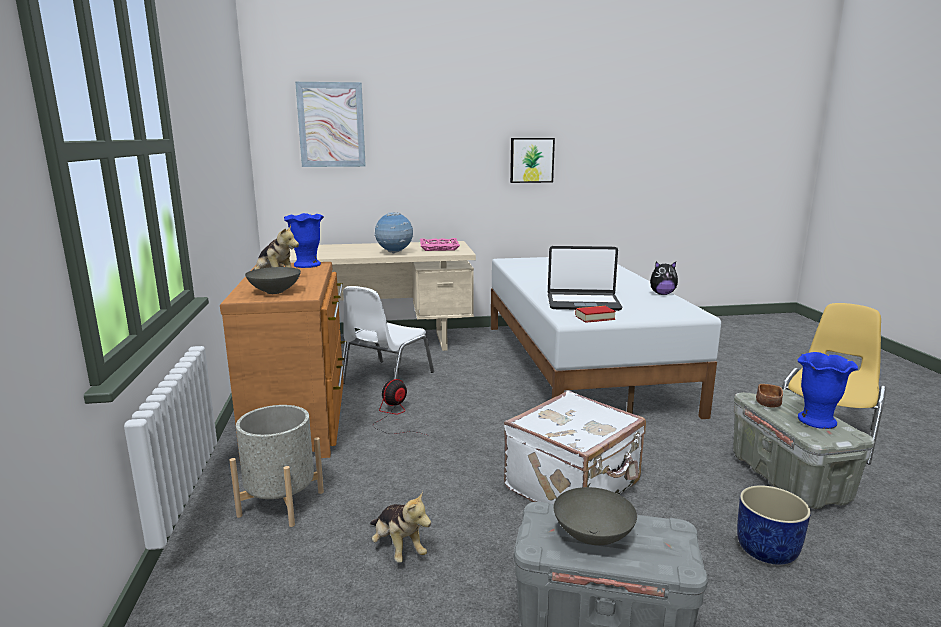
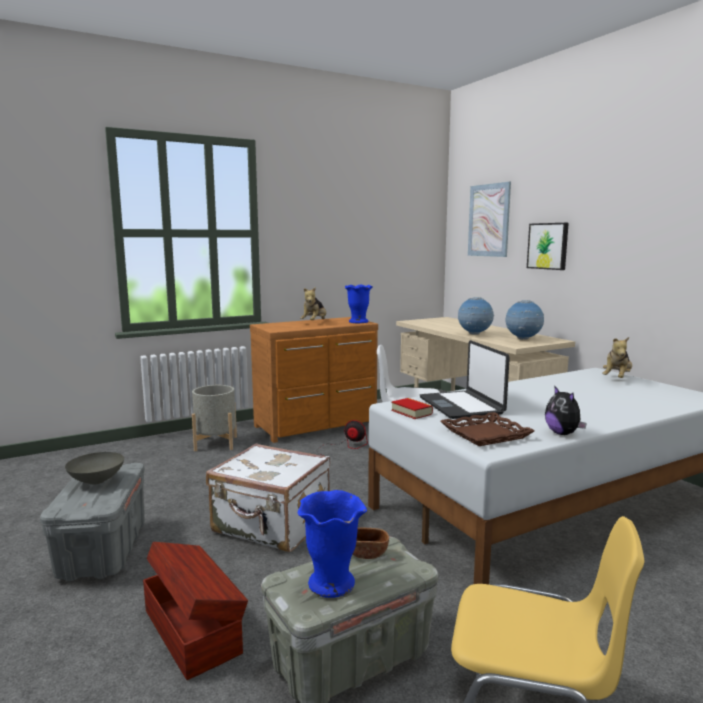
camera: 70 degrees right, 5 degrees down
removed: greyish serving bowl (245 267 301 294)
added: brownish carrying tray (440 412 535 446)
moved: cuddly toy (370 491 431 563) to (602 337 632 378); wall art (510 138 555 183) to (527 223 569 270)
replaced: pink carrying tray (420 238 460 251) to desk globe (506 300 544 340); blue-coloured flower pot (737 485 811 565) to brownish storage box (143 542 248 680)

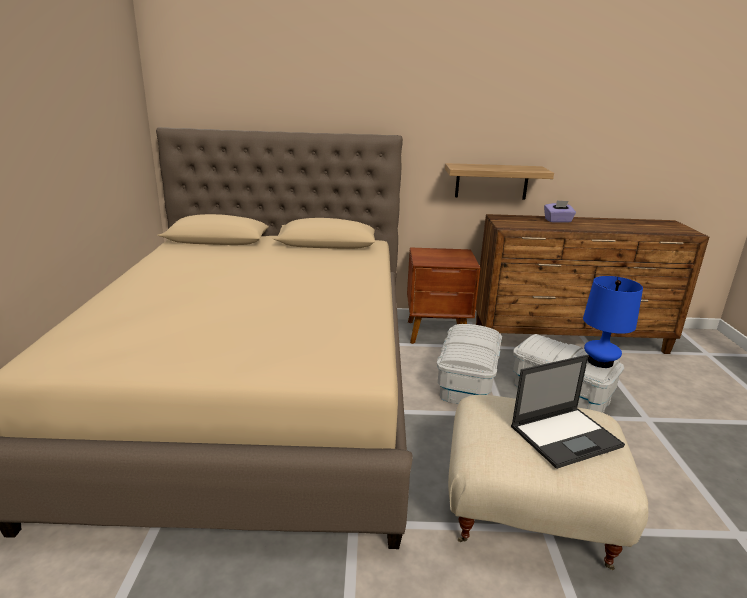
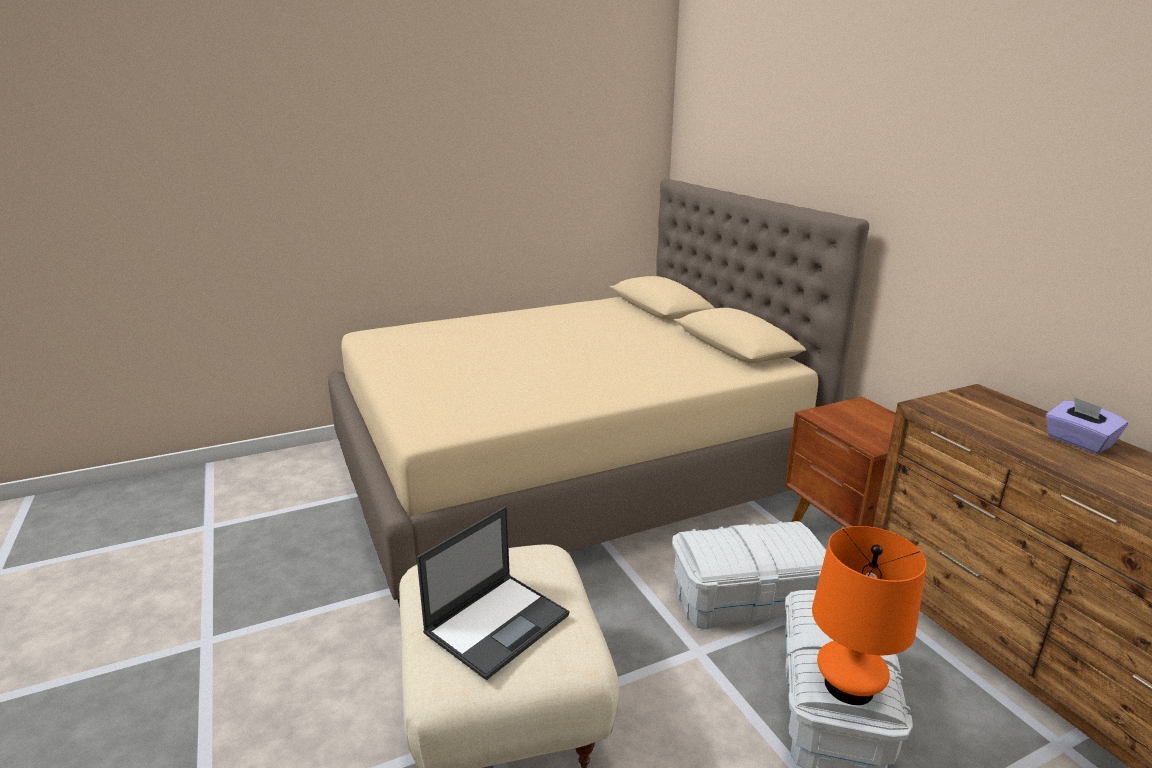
camera: 65 degrees right, 0 degrees up
removed: shelf (445 163 554 200)
recoloured: blue-coloured lamp for a table (583 276 643 368) to orange-coloured lamp for a table (812 526 926 705)
turned: notebook computer (511 355 625 469) = (417 506 569 680) 90 degrees counterclockwise

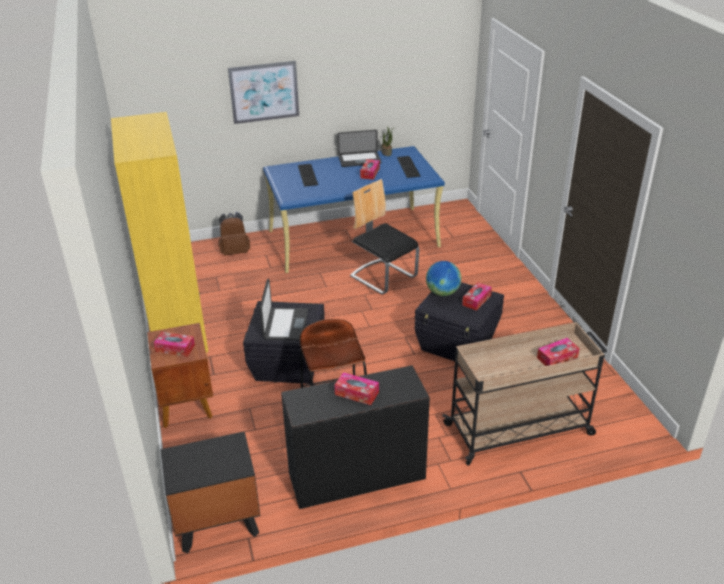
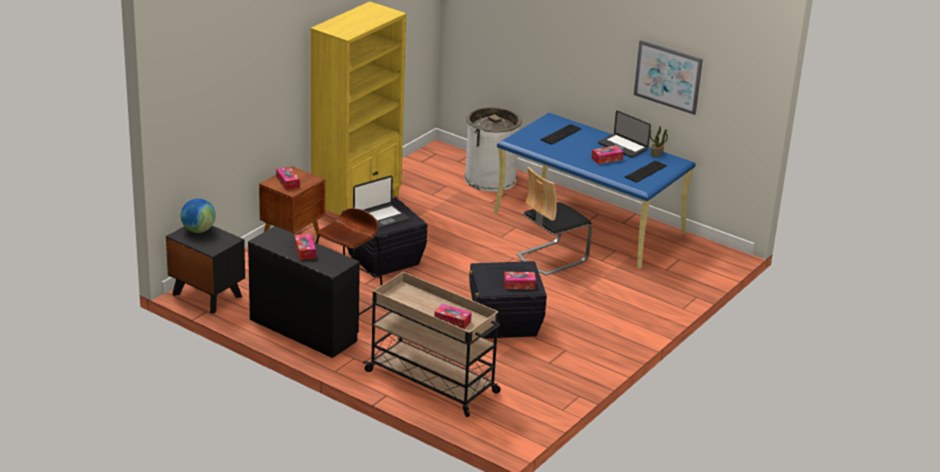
camera: 50 degrees right, 5 degrees down
moved: wall art (228 61 299 124) to (634 40 703 115); desk globe (426 261 461 296) to (181 198 216 233)
replaced: brownish rucksack (218 212 250 255) to whitish trash can (465 107 522 192)
turned: chair (350 179 419 294) = (517 167 592 276) 135 degrees counterclockwise

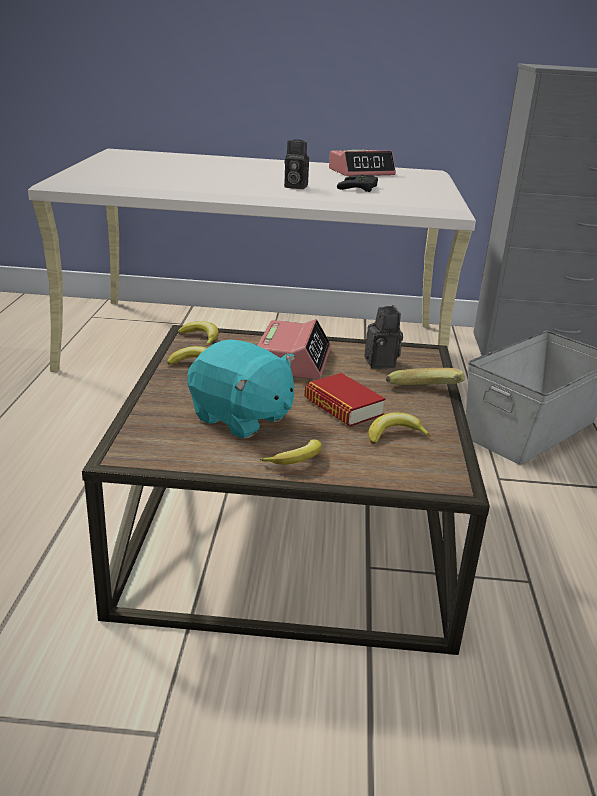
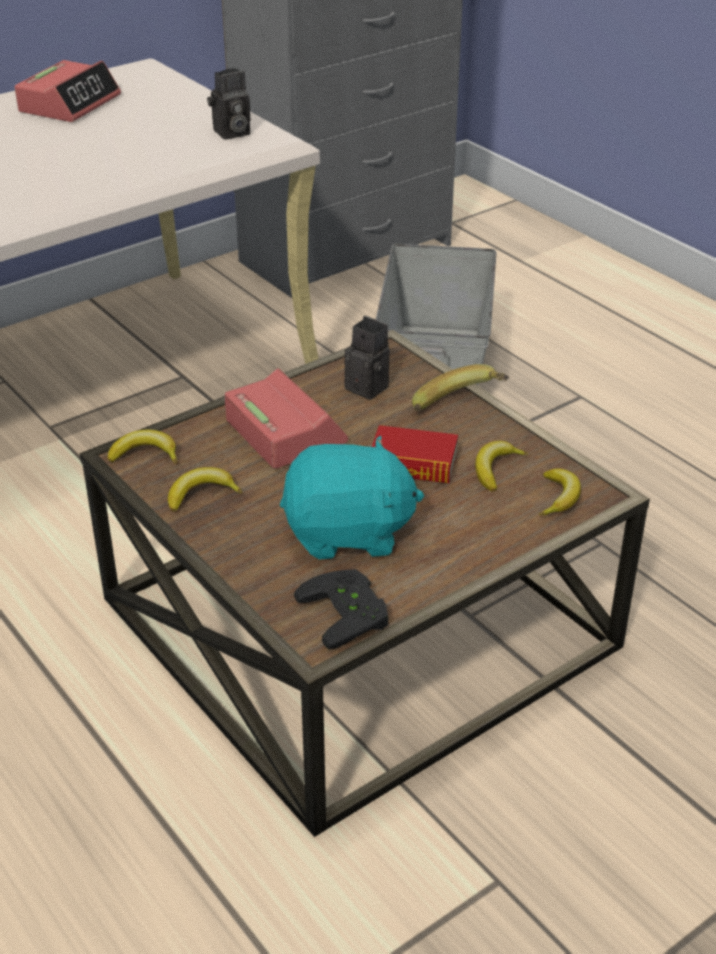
camera: 40 degrees left, 10 degrees up
moved: whole banana (260 439 322 465) to (539 468 581 516); still camera (284 139 309 189) to (207 68 250 140); black joypad (337 174 378 192) to (294 569 389 650)

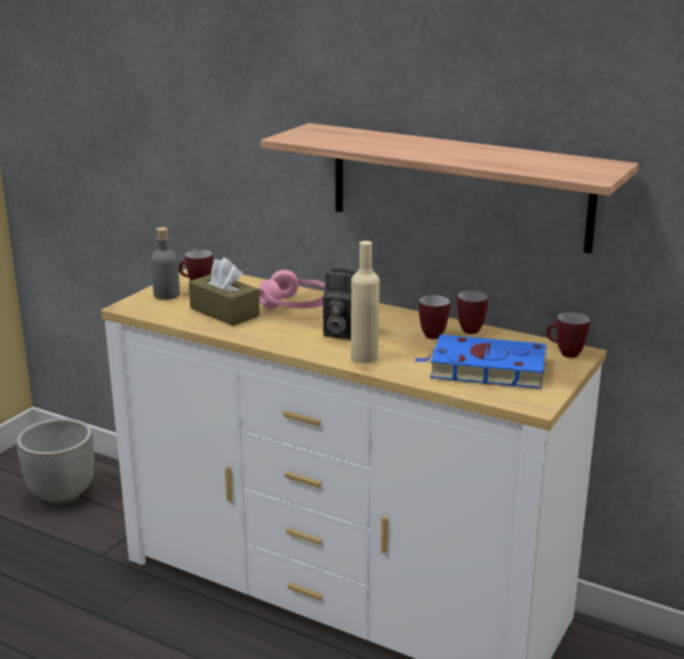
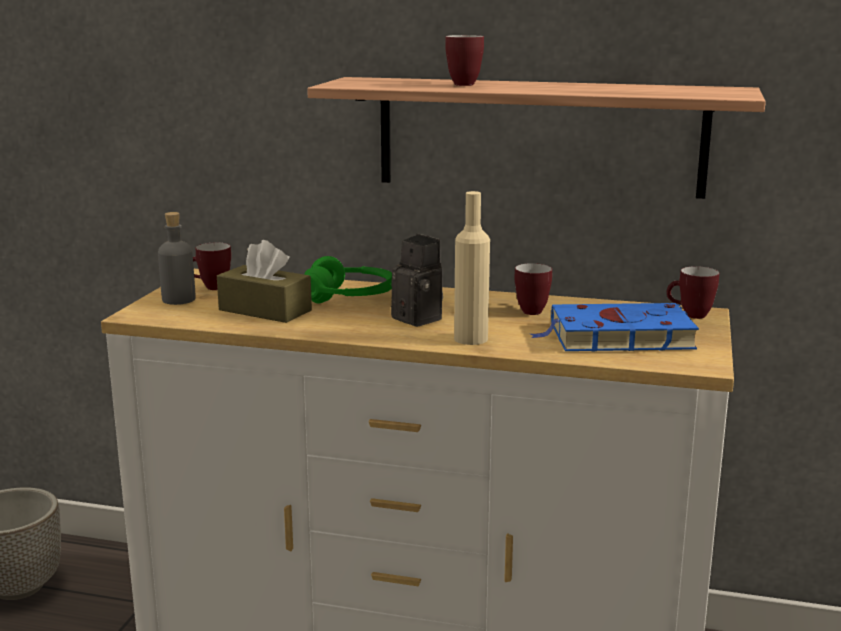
camera: 15 degrees left, 5 degrees down
moved: tea mug (457 291 488 334) to (445 35 484 86)
recoloured: pink pair of headphones (258 270 325 310) to green-coloured pair of headphones (304 256 392 303)
turned: still camera (323 269 355 340) = (391 234 443 327) 135 degrees counterclockwise

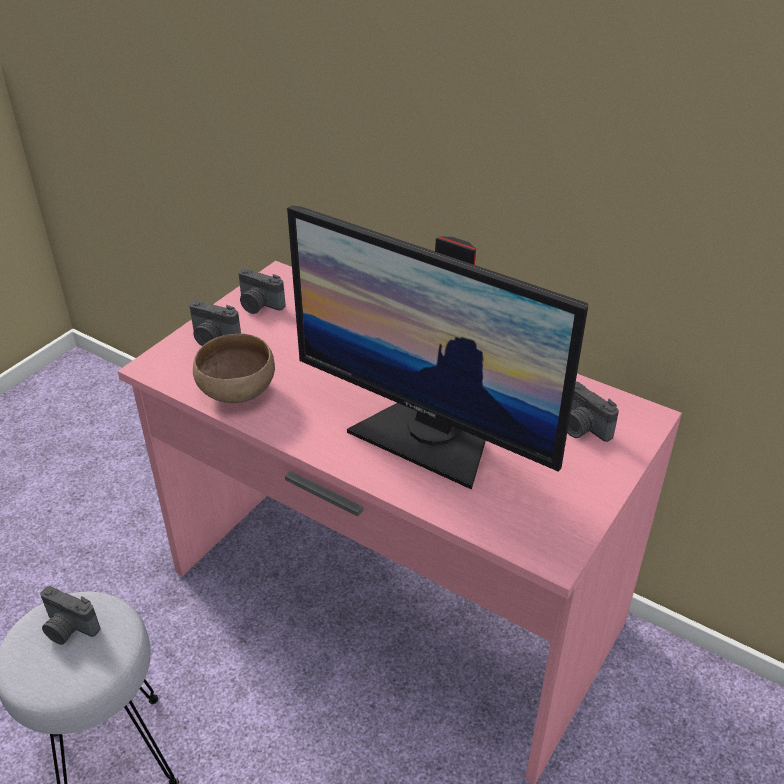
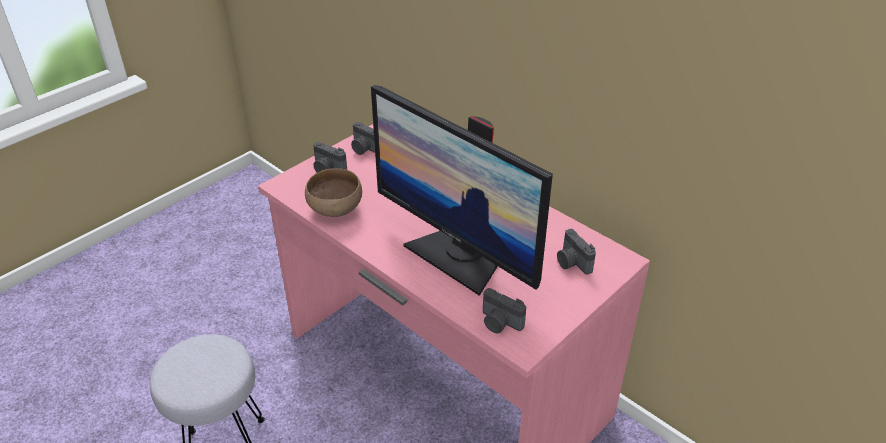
camera: 10 degrees right, 0 degrees up
moved: still camera (40 586 101 645) to (483 288 526 333)

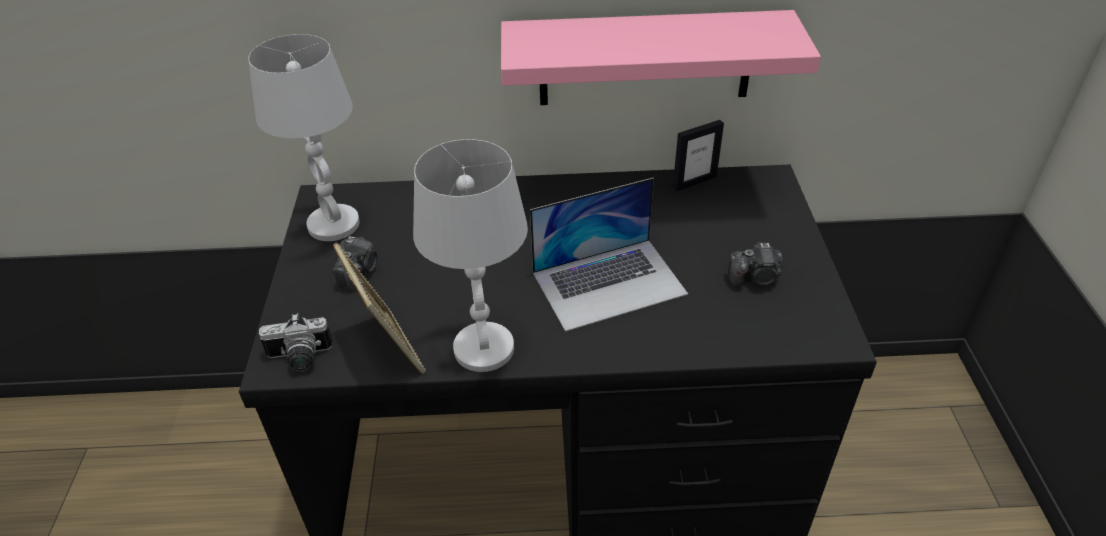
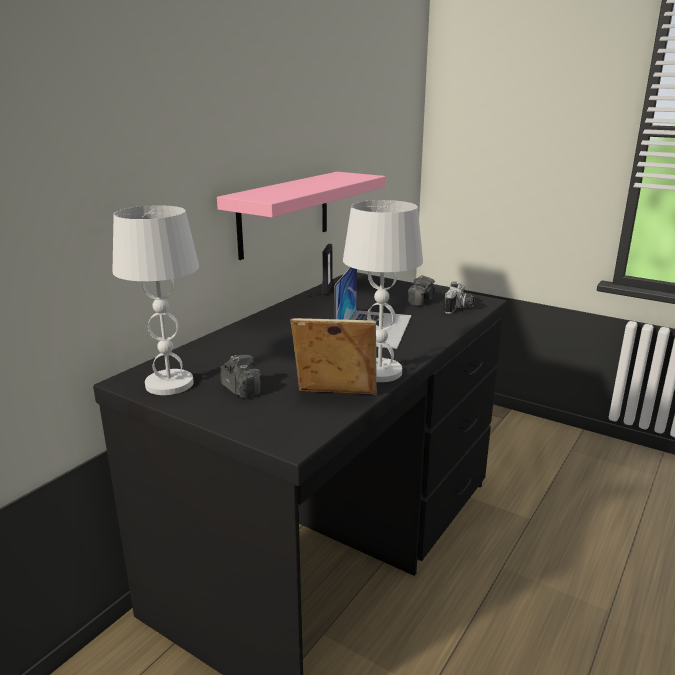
camera: 55 degrees left, 20 degrees down
moved: still camera (259 313 333 372) to (443 282 475 314)

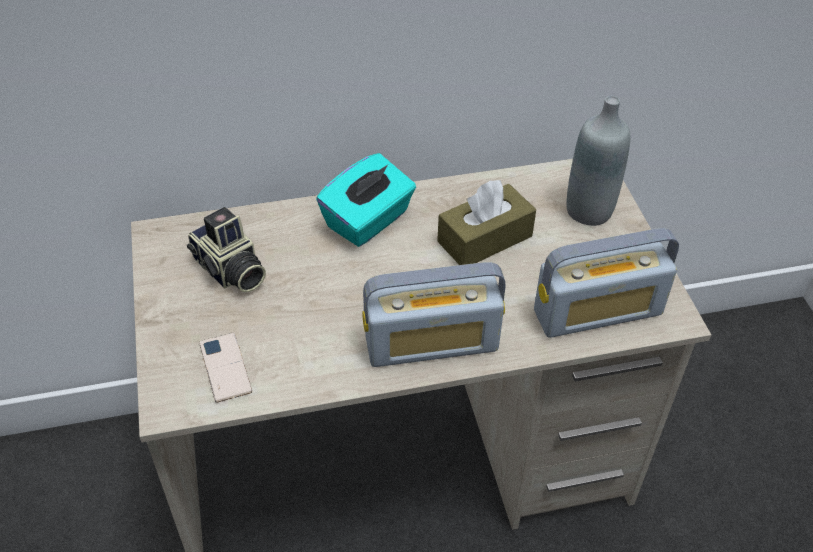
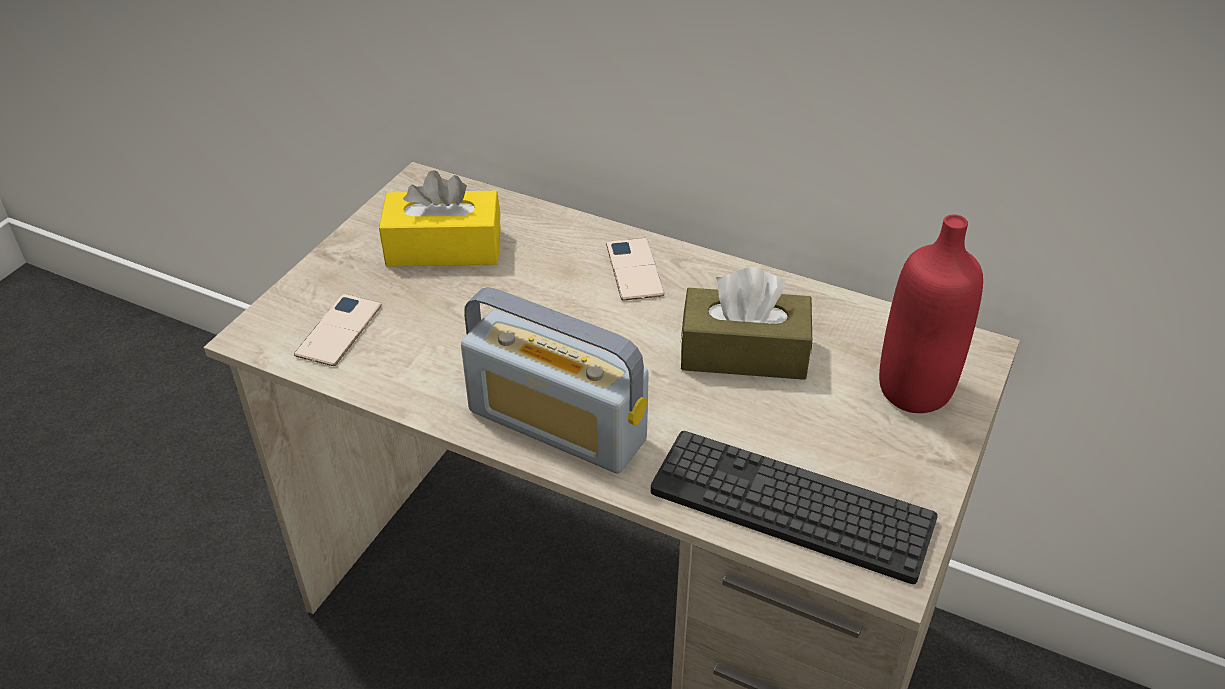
camera: 40 degrees right, 5 degrees down
replaced: still camera (187 207 266 292) to yellowish box of tissues (379 170 501 267); turquoise box of tissues (316 153 416 247) to phone (606 238 664 301); radio set (534 228 679 338) to computer keyboard (651 431 938 584)
recoloured: greyish bottle (566 96 630 226) to reddish bottle (879 214 983 413)

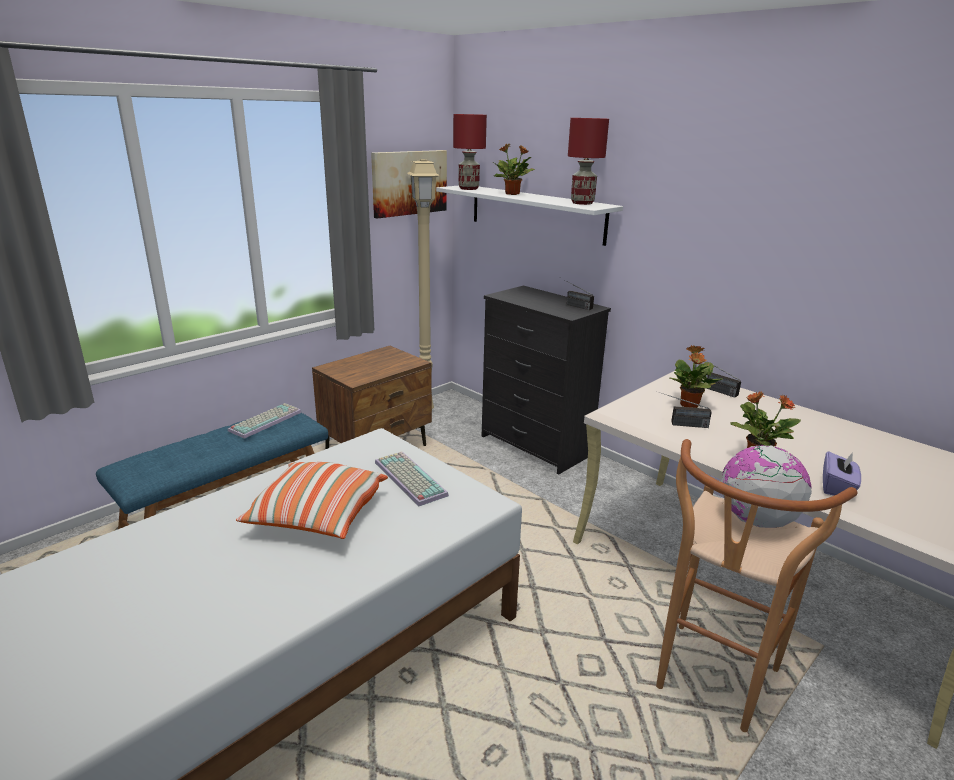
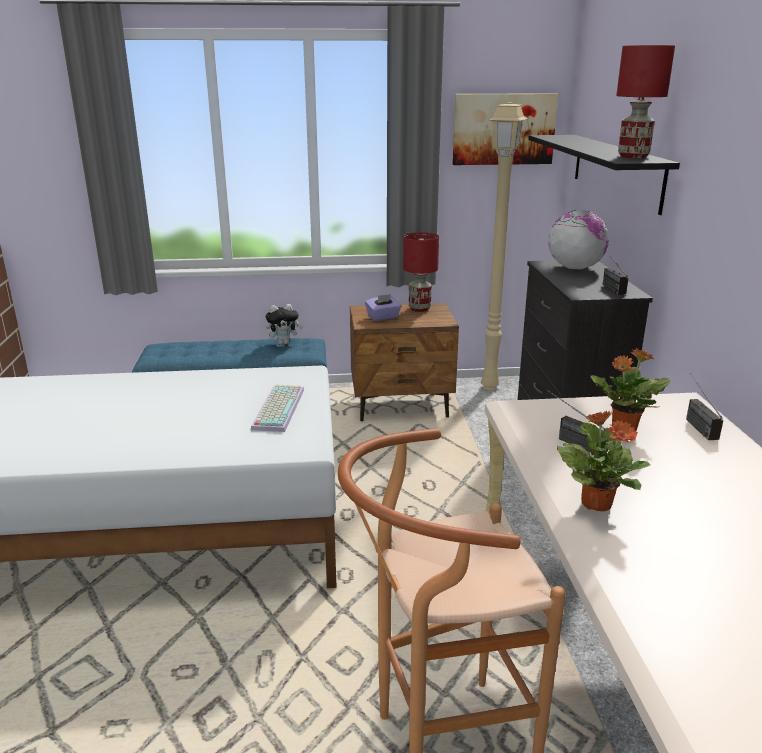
camera: 40 degrees right, 0 degrees up
removed: pillow (236 462 388 539); potted plant (494 143 535 195)
moved: reddish lamp for a table (453 114 487 190) to (403 232 439 312); desk globe (721 445 812 528) to (548 210 609 270); purplish box of tissues (823 451 861 496) to (365 294 401 321)
replaced: computer keyboard (228 403 302 439) to cuddly toy (266 304 303 345)
recoloured: whitish shelf (436 186 623 246) to black shelf (528 135 680 215)

